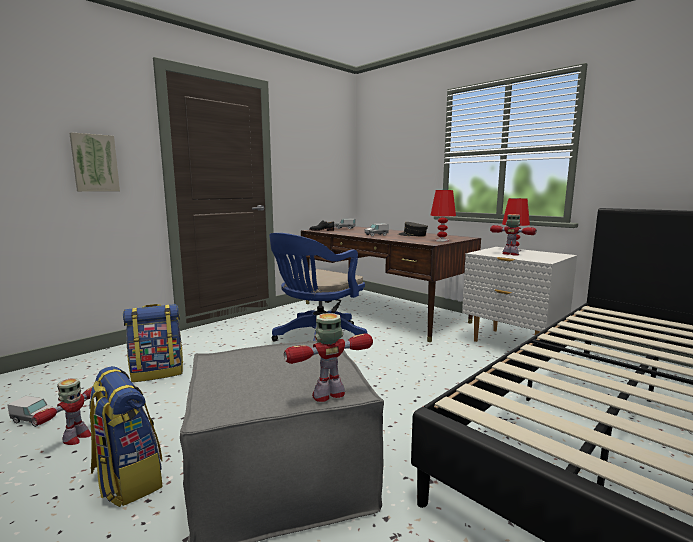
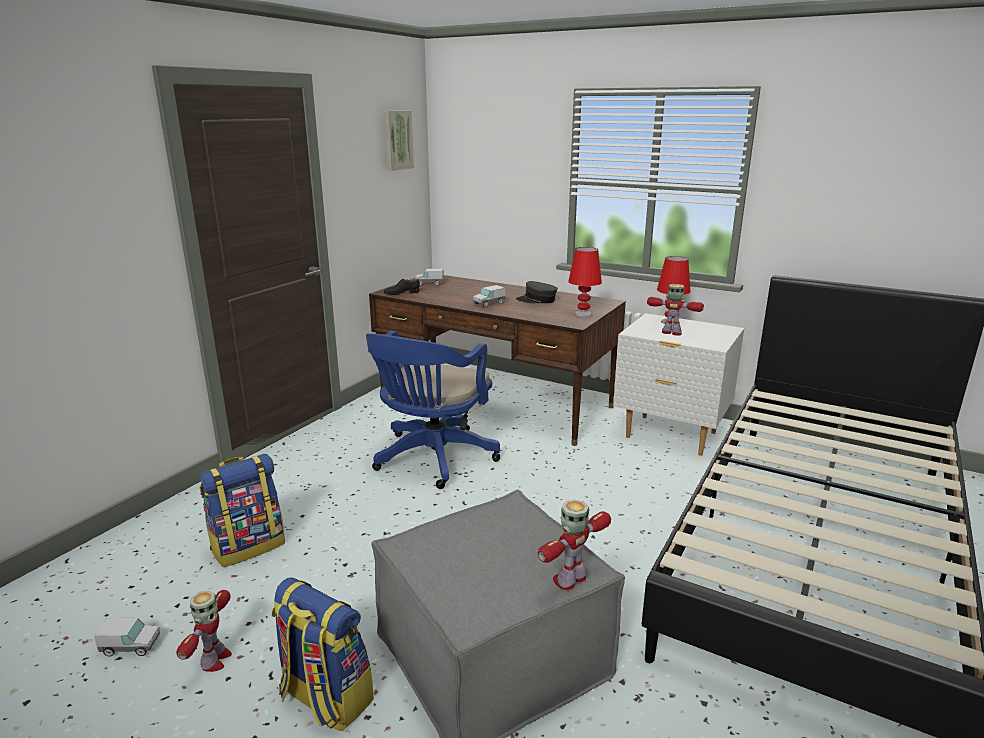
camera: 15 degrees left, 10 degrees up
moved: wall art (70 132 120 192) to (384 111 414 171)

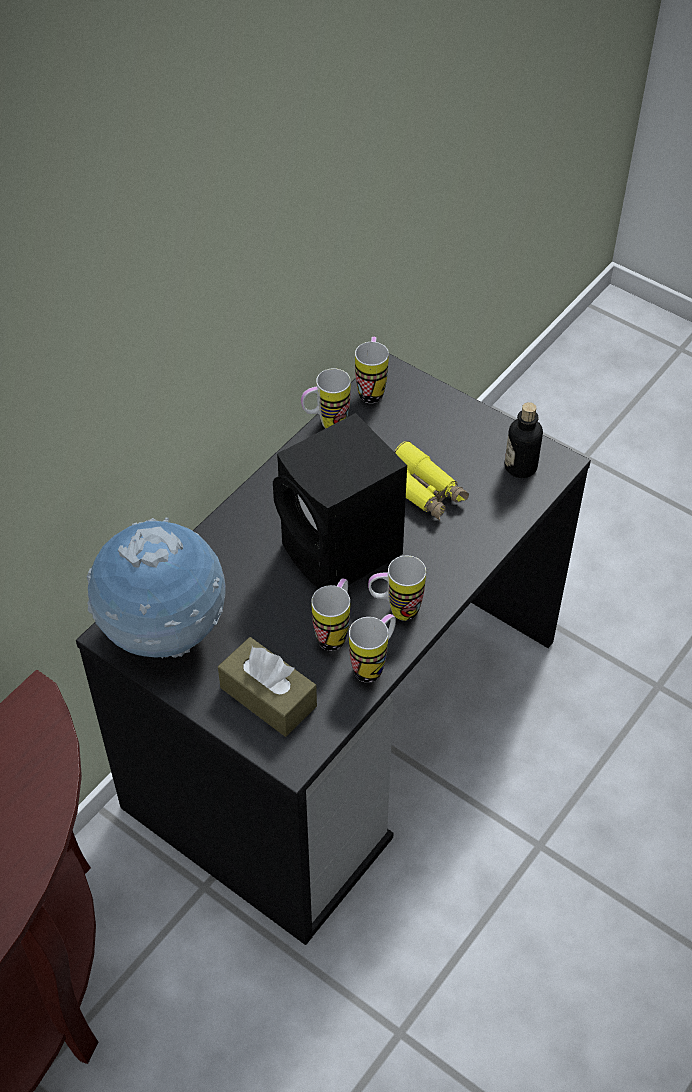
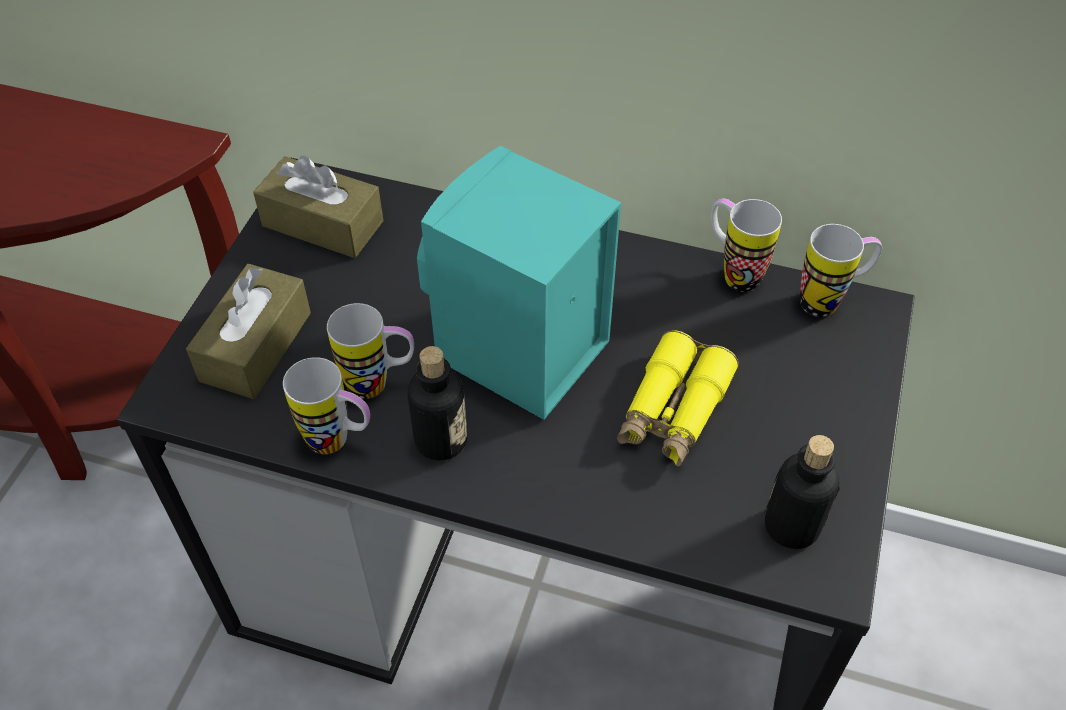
camera: 70 degrees right, 0 degrees up
replaced: desk globe (87 517 226 659) to brownish box of tissues (253 156 383 258); tea mug (368 555 426 621) to bottle (408 346 467 460)
recoloured: black audio speaker (273 413 407 589) to turquoise audio speaker (417 146 621 420)

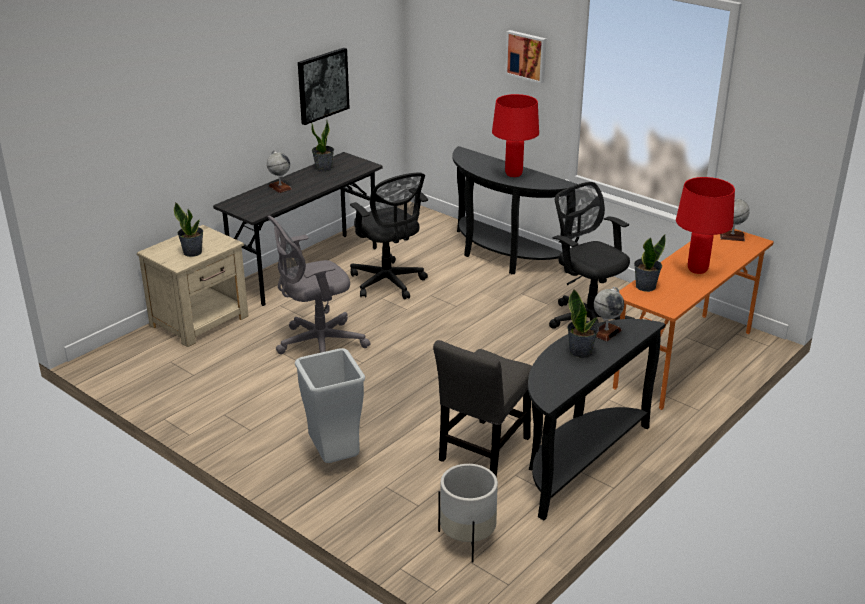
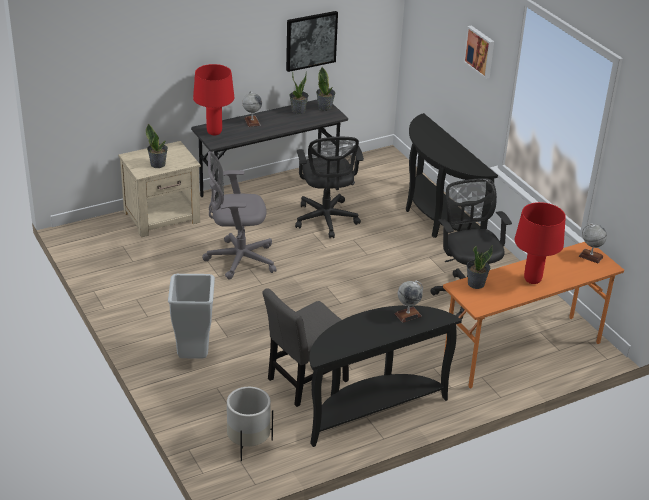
camera: 20 degrees right, 5 degrees up
moved: reddish lamp for a table (492 94 539 177) to (193 64 234 135); potted plant (567 289 599 358) to (316 67 335 111)

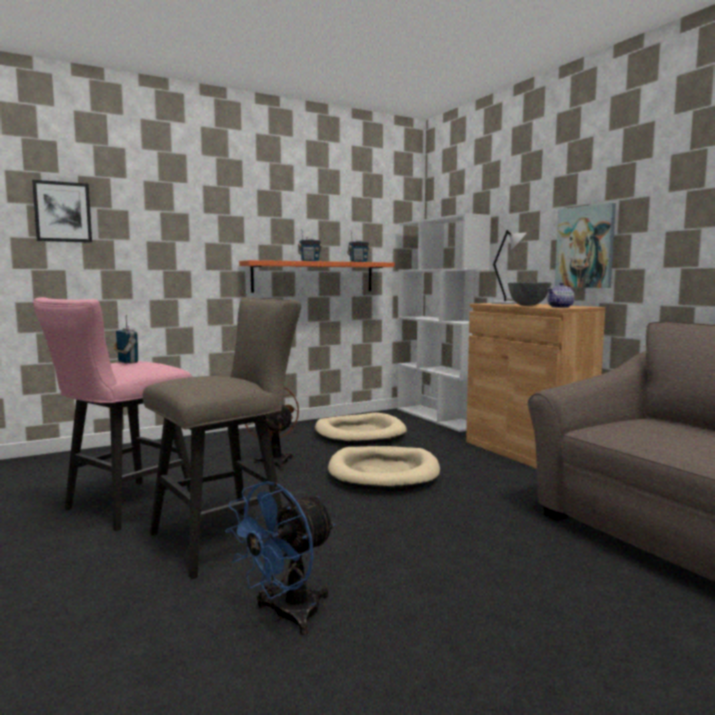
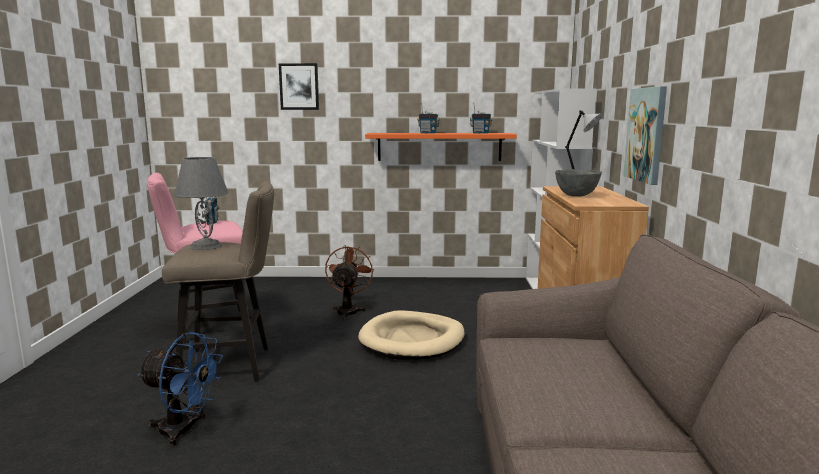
camera: 30 degrees right, 5 degrees up
removed: beige-coloured dog cushion (315 413 407 445); teapot (547 282 575 308)
added: greyish lamp for a table (174 157 228 250)
moved: wall art (32 180 92 243) to (279 63 319 110)
turned: blue-coloured electric fan (225 481 335 635) = (137 332 223 447) 150 degrees counterclockwise

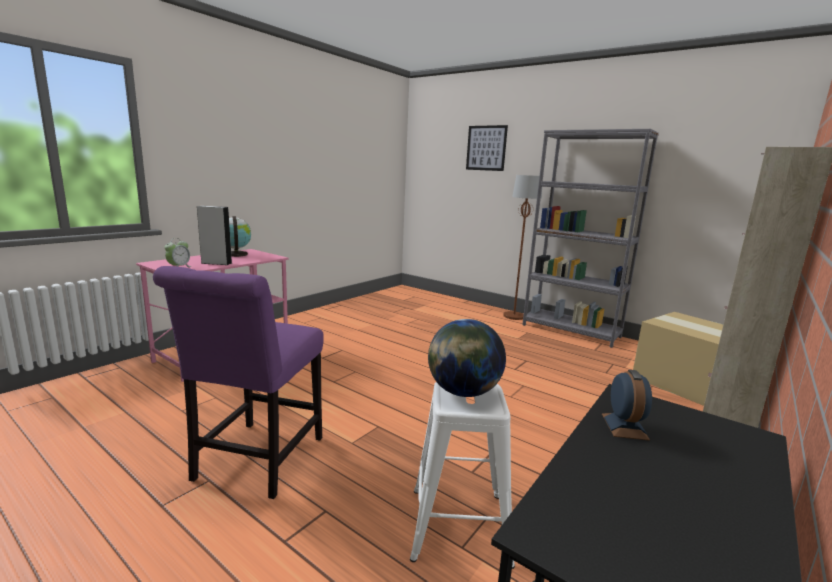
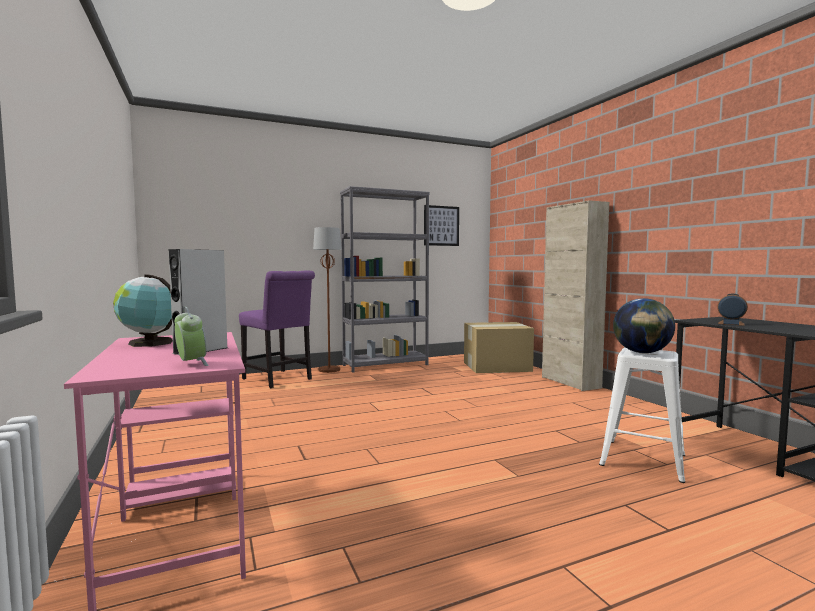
camera: 60 degrees left, 10 degrees down
moved: purplish chair (153 266 324 499) to (239 271 315 388); wall art (466 125 508 171) to (424 205 459 246)

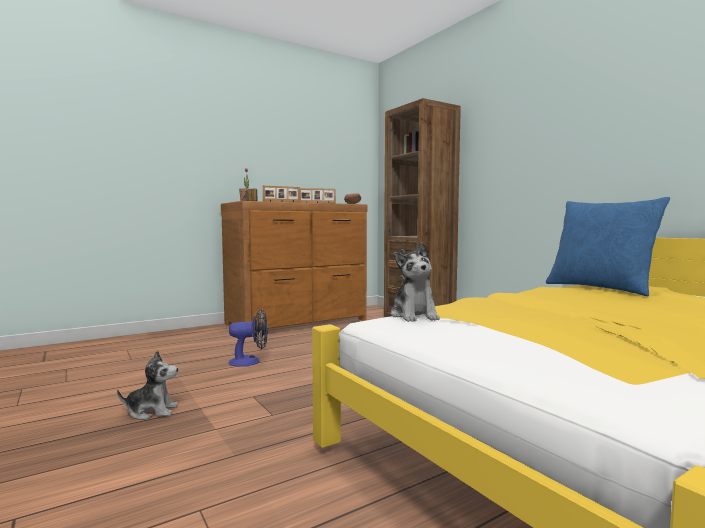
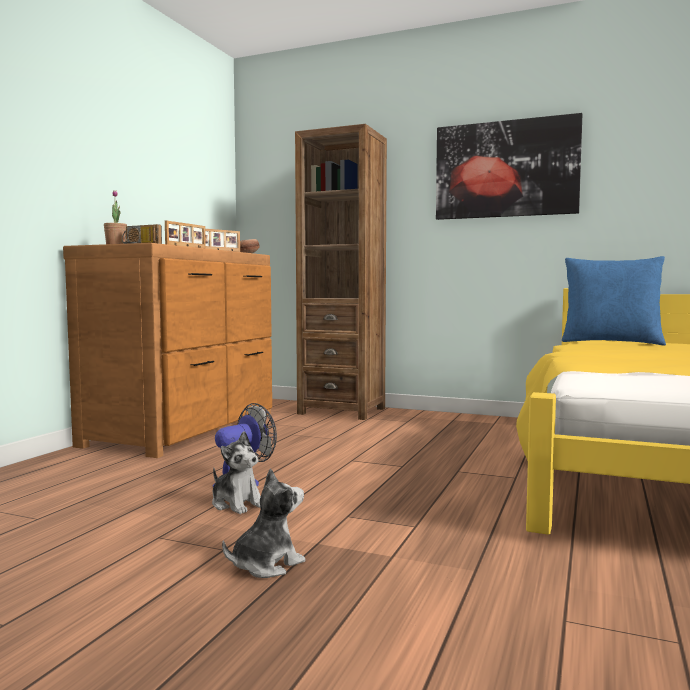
camera: 35 degrees left, 0 degrees up
added: wall art (436 113 582 220)
moved: cuddly toy (391 242 440 322) to (212 431 261 514)

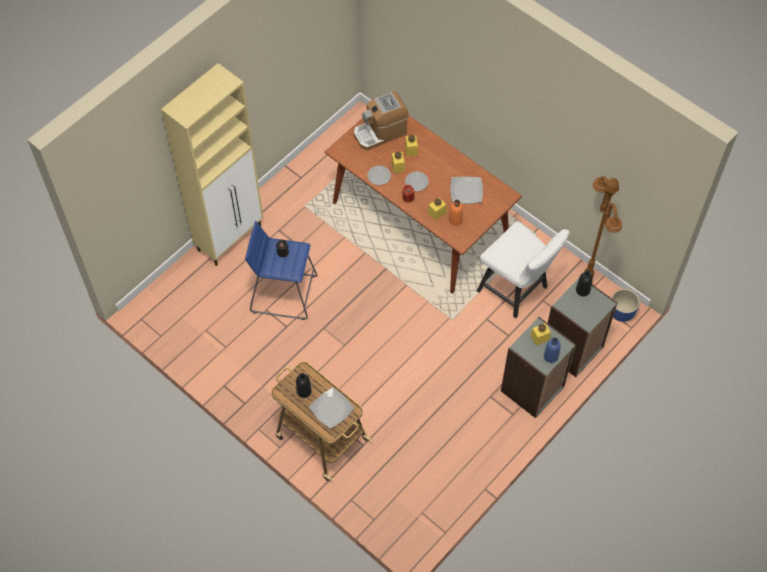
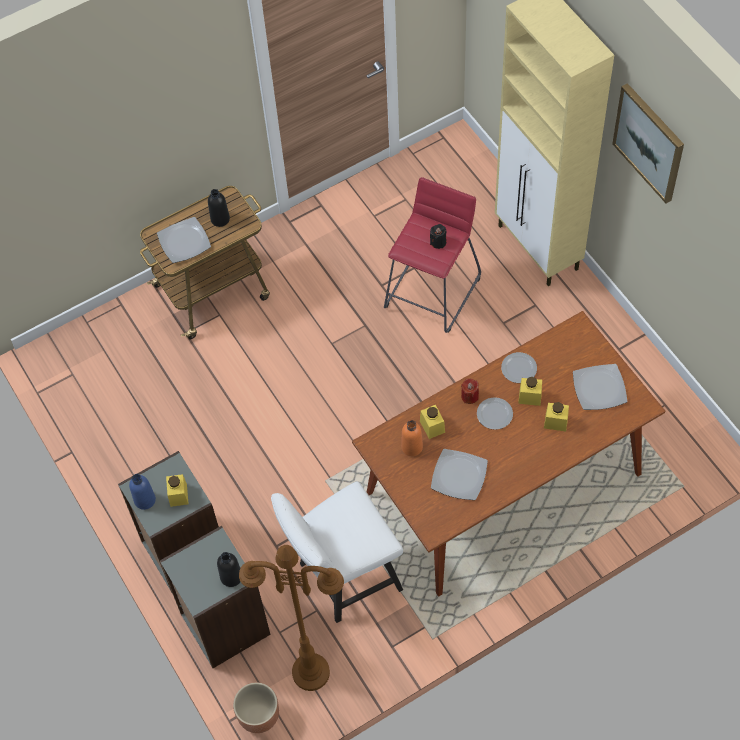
camera: 110 degrees right, 0 degrees up
added: wall art (612 83 684 203)
replaced: coffee machine (354 91 409 150) to flat dish (573 364 627 410)
recoloured: blue-coloured stool (245 221 317 320) to reddish stool (384 177 481 333); blue-coloured flower pot (612 289 640 322) to brownish flower pot (233 682 279 733)

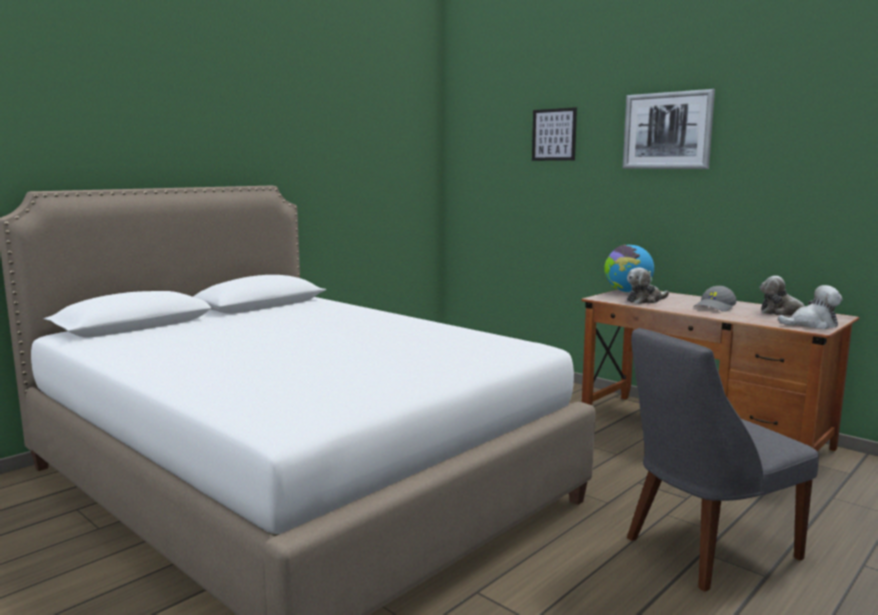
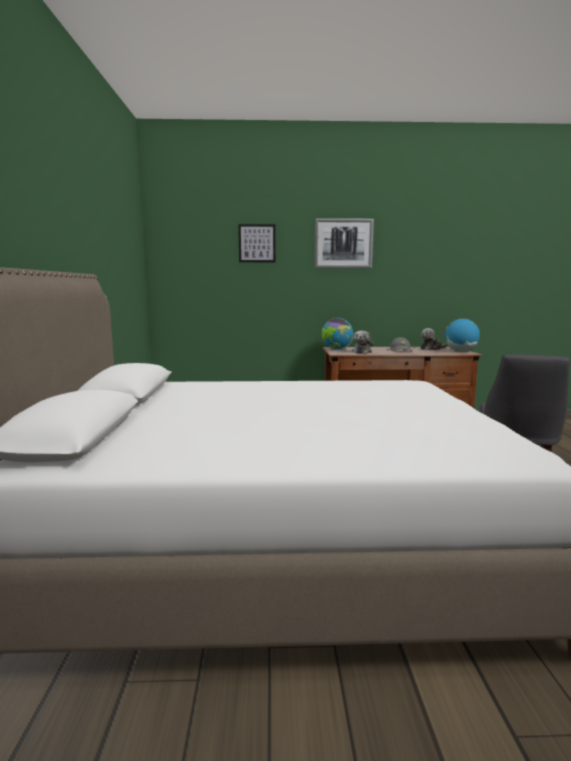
camera: 45 degrees left, 0 degrees up
replaced: cuddly toy (778 285 843 329) to desk globe (445 319 480 352)

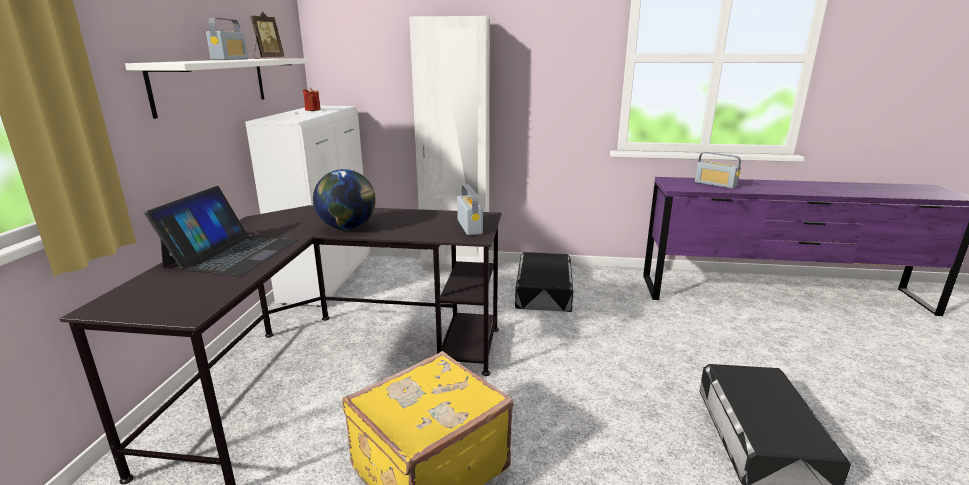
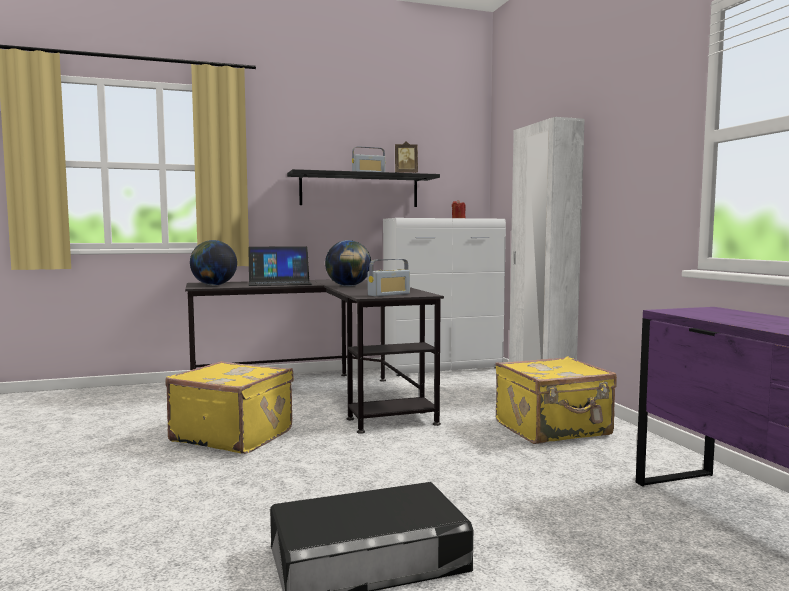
camera: 65 degrees right, 15 degrees down
removed: radio set (695 152 741 189)
added: desk globe (190 240 237 285)
replaced: black storage box (515 252 573 312) to yellowish piece of luggage (496 356 617 444)
recoloured: whitish shelf (125 58 307 119) to black shelf (287 169 440 207)

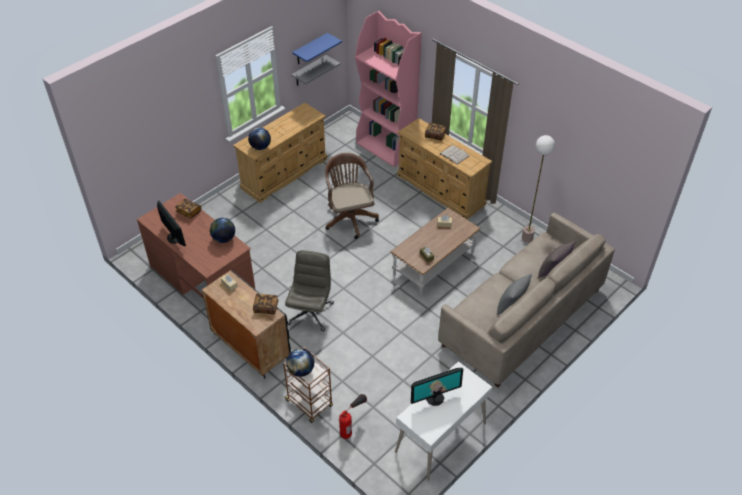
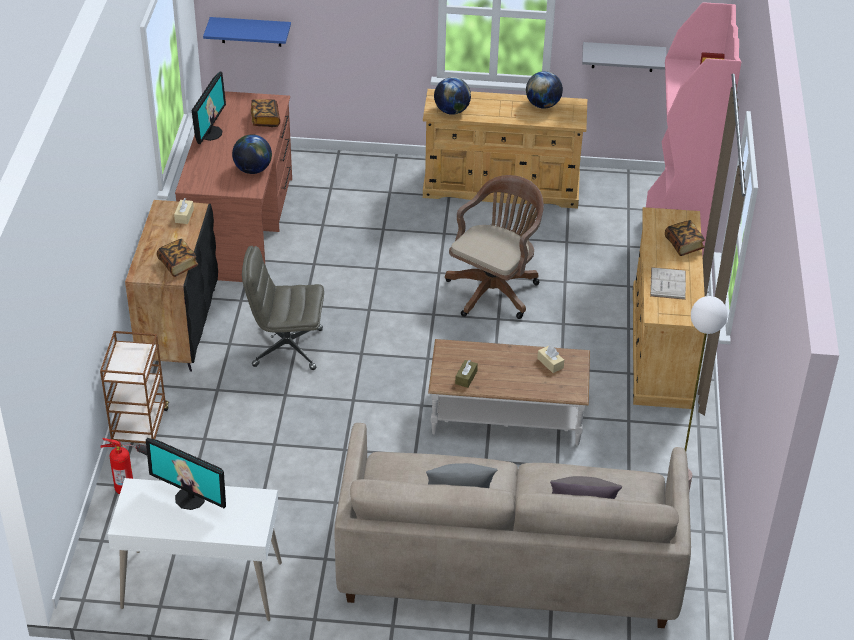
camera: 50 degrees right, 5 degrees down
moved: desk globe (286 348 314 377) to (526 71 563 109); blue-coloured shelf (292 33 342 64) to (203 17 291 47)
turned: greyish desk chair (285 250 334 331) = (242 246 324 370) 150 degrees counterclockwise

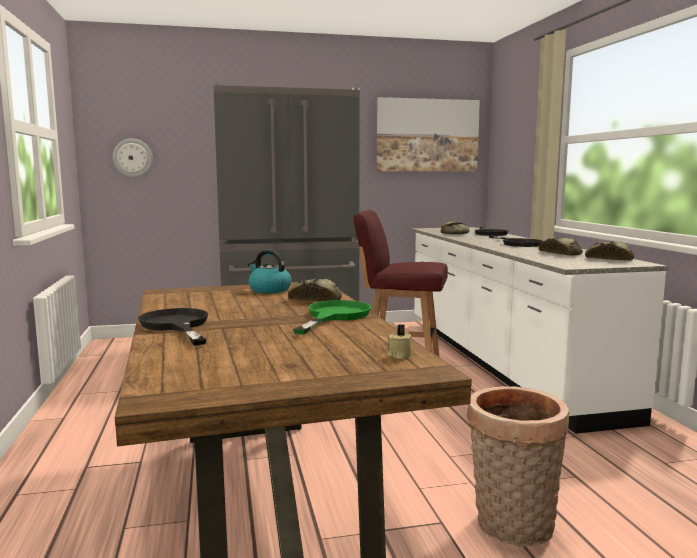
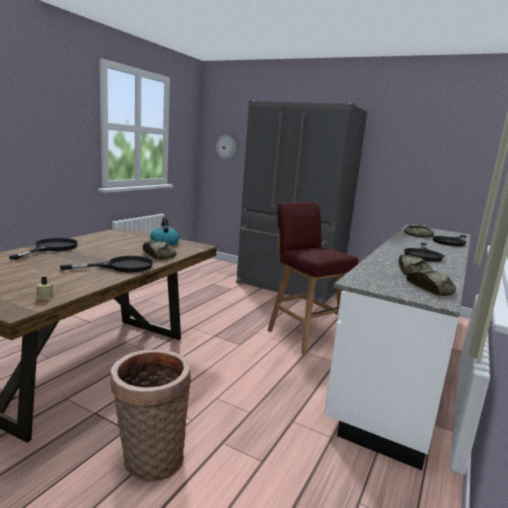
camera: 40 degrees right, 5 degrees up
removed: wall art (377 97 480 171)
recoloured: green-coloured skillet (293 300 371 334) to black skillet (59 256 154 272)

